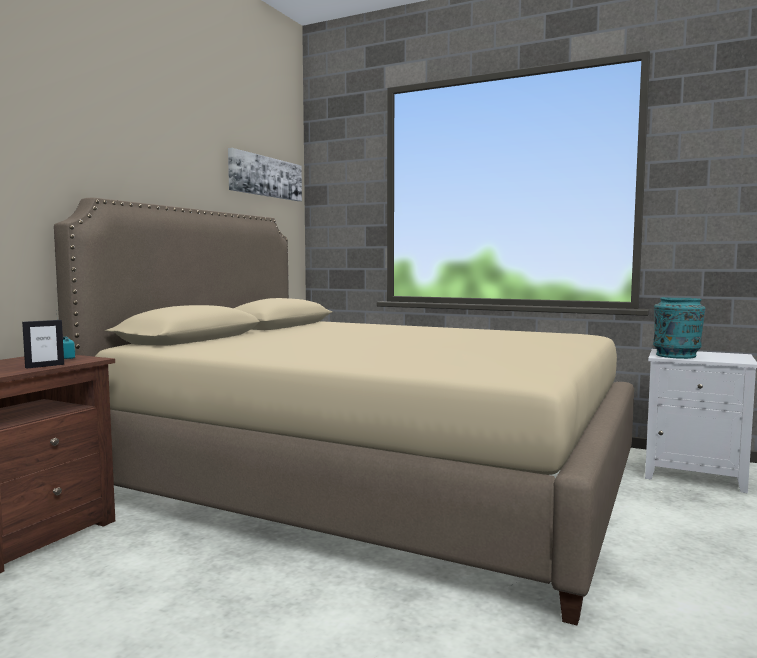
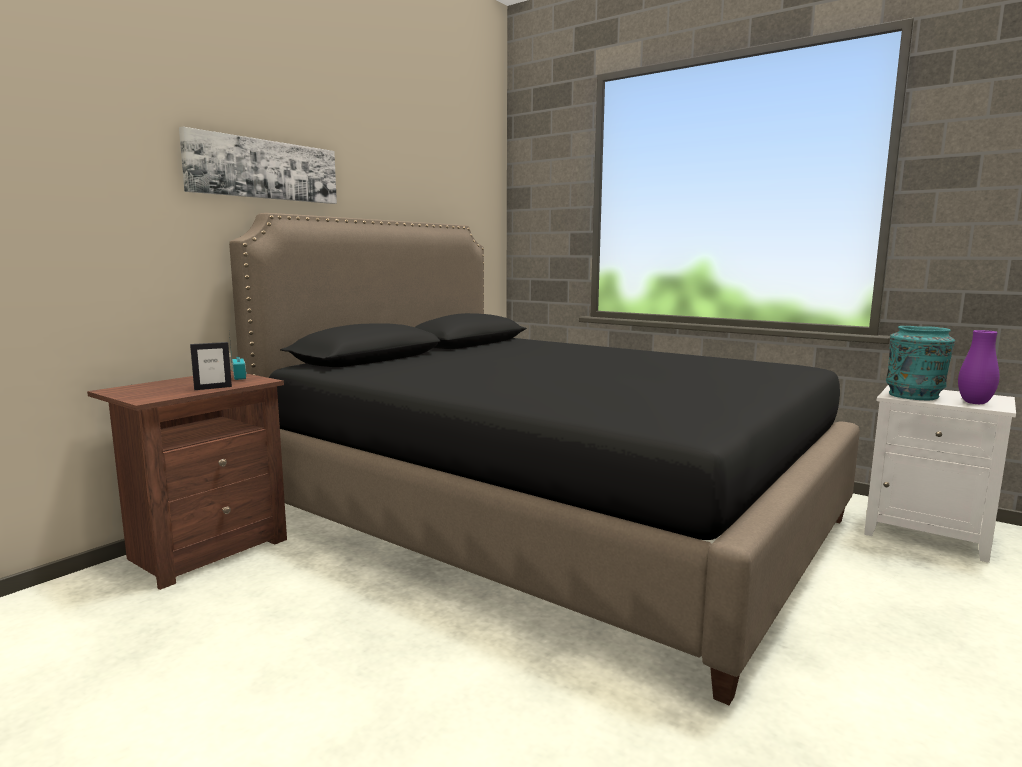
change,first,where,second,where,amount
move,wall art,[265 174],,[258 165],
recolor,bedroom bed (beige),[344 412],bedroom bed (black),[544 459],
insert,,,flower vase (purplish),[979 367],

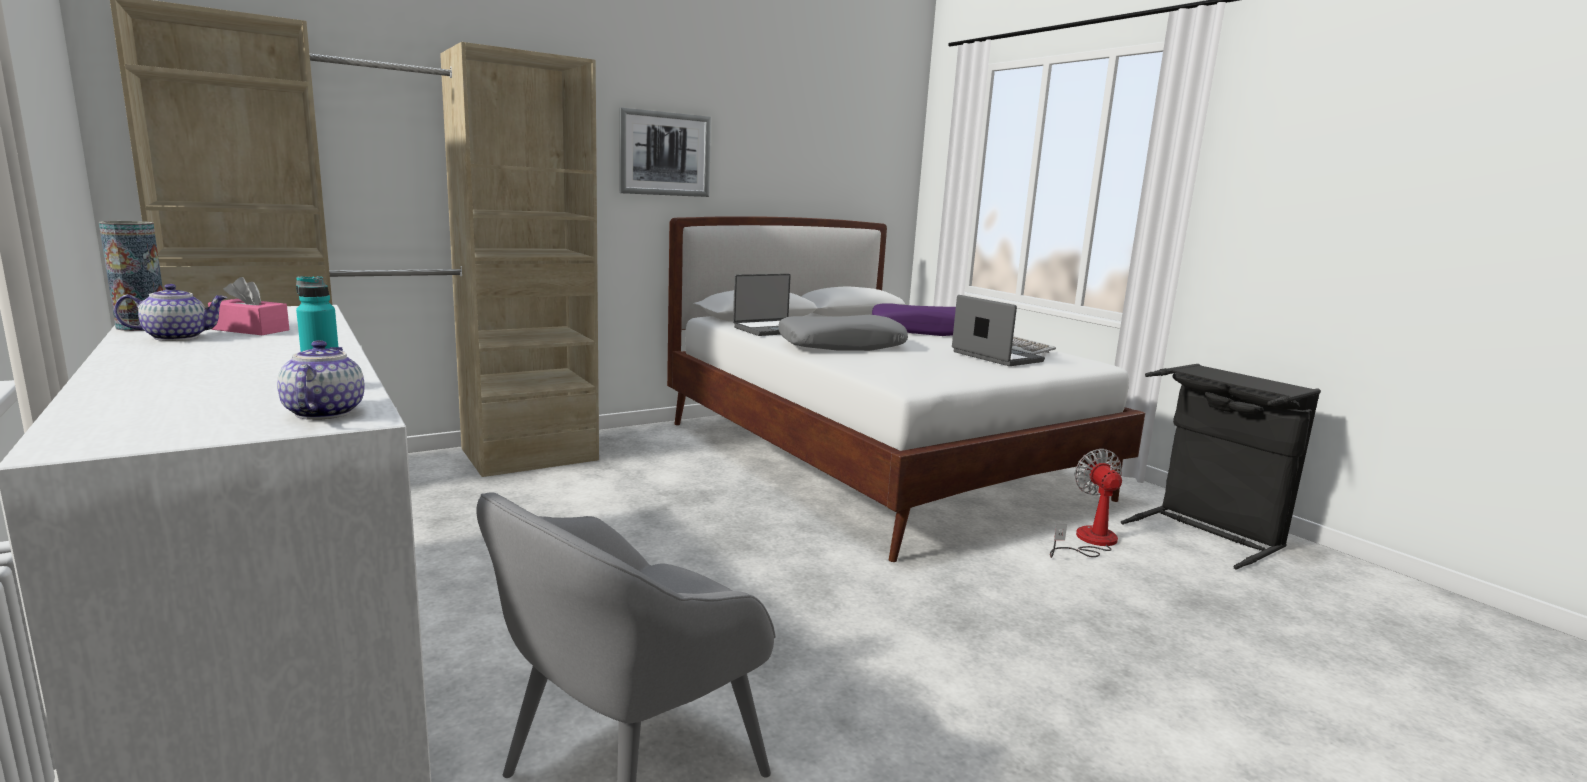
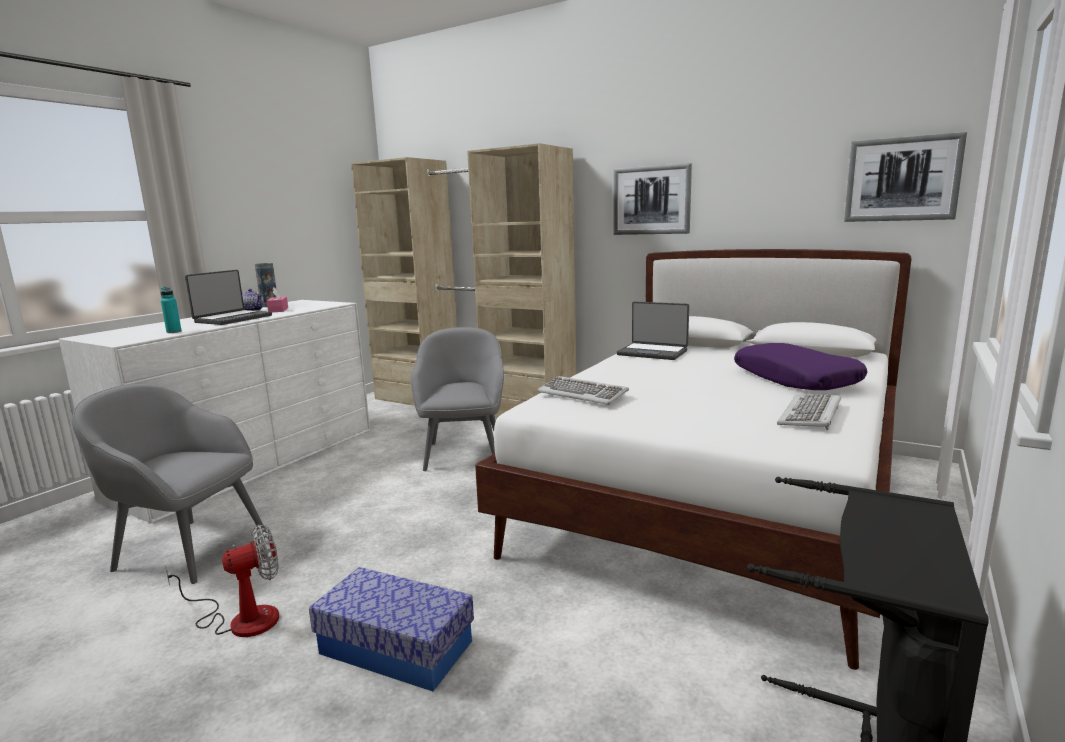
change,first,where,second,where,amount
move,electric fan,[1086 503],,[222 580],
move,laptop,[998 330],,[228 297],
insert,,,storage box,[391 629],
insert,,,easy chair (grey),[457 399],
insert,,,keyboard,[583 390],
insert,,,wall art,[905 177],
delete,tea pot,[321 380],,,
delete,throw pillow (grey),[843 333],,,

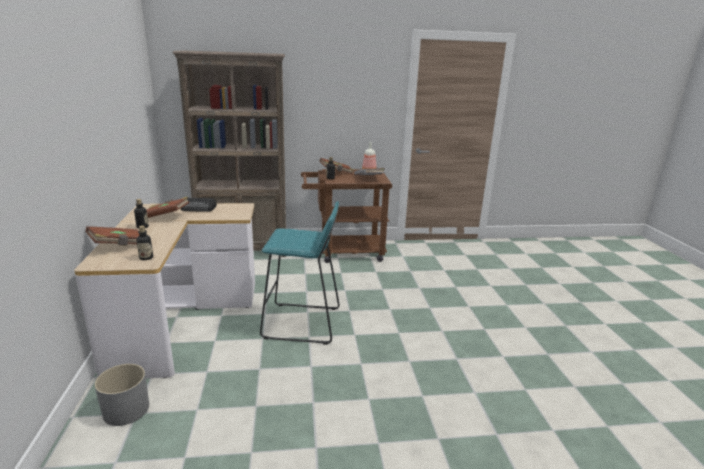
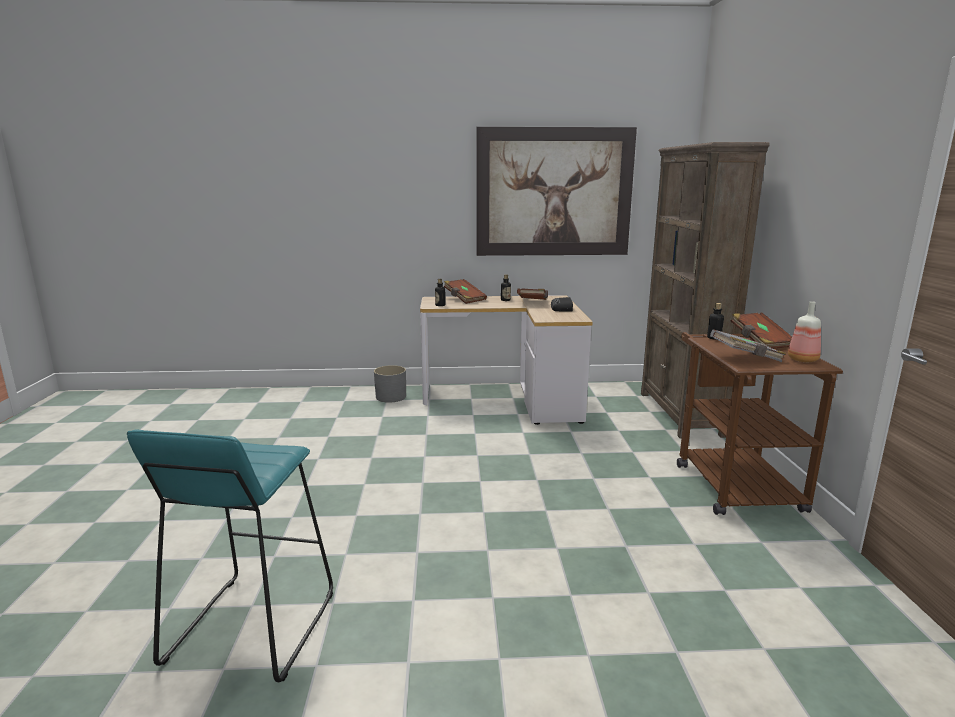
change,first,where,second,where,amount
move,stool seat (turquoise-coloured),[299 273],,[230 555],
insert,,,wall art,[556 191],

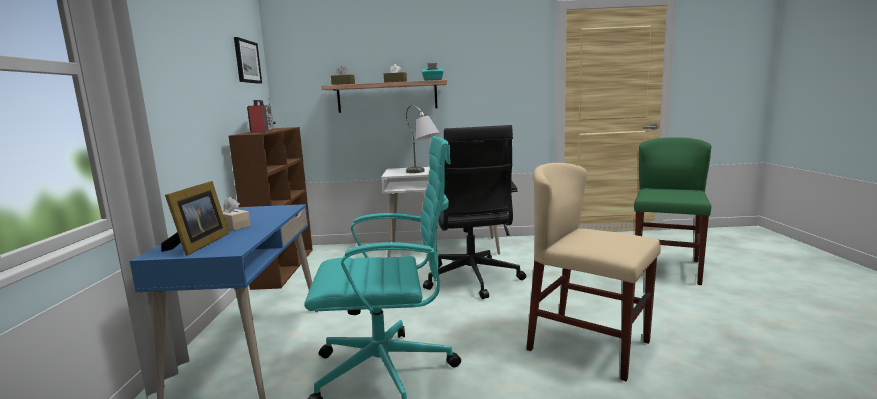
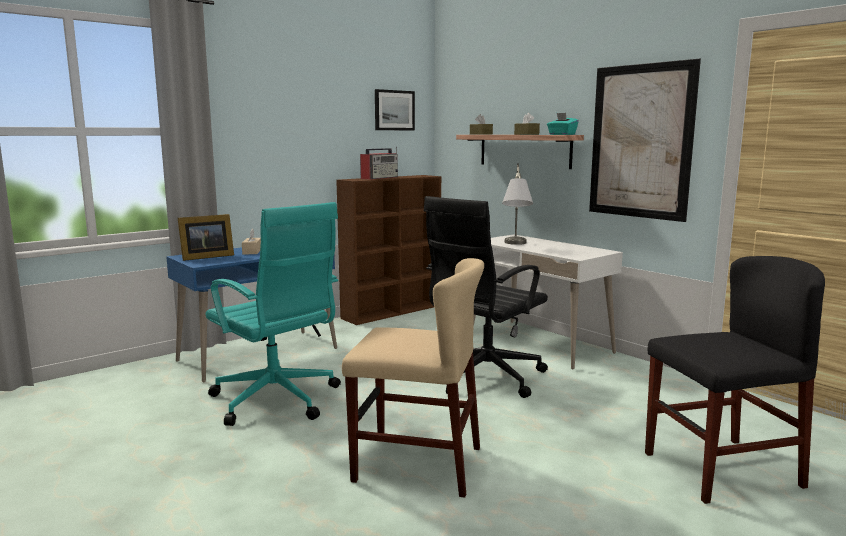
change,first,where,second,where,amount
rotate,upright chair (beige),[593 272],,[413 378],105 degrees clockwise
insert,,,wall art,[645 140],
recolor,upright chair (green-coloured),[672 211],upright chair (black),[735 380],

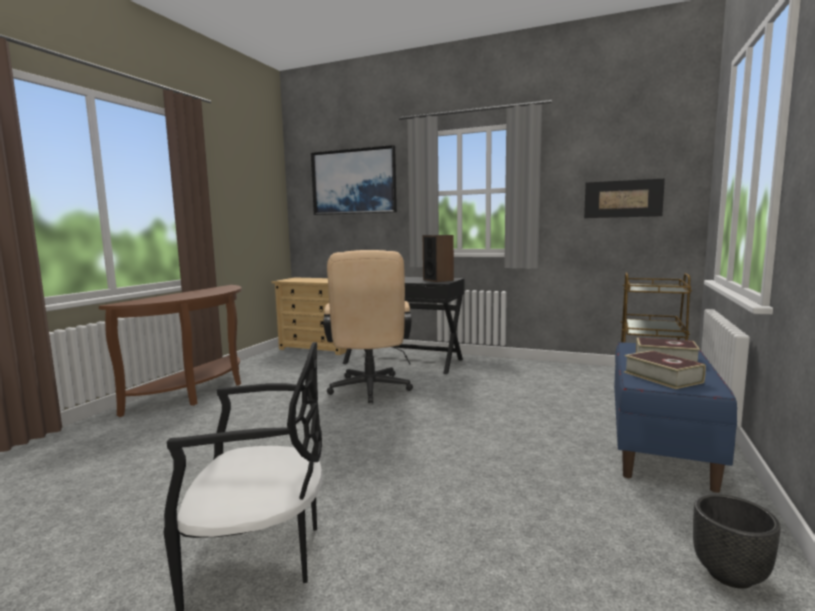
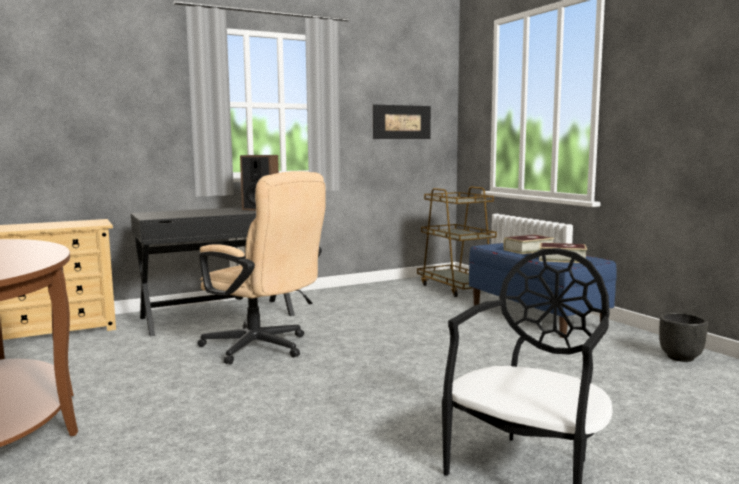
change,first,where,second,where,amount
delete,wall art,[354 180],,,

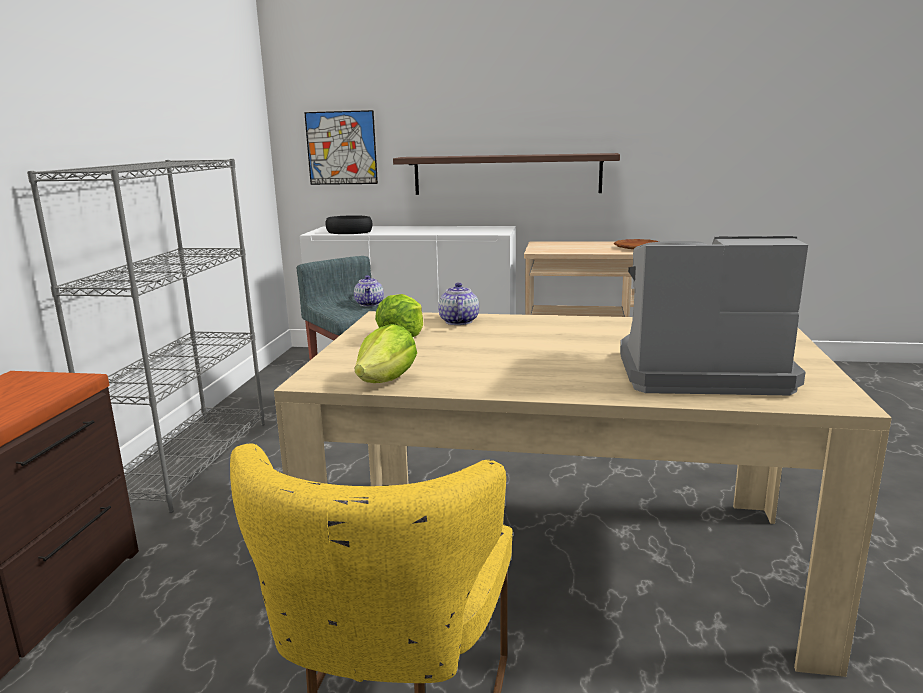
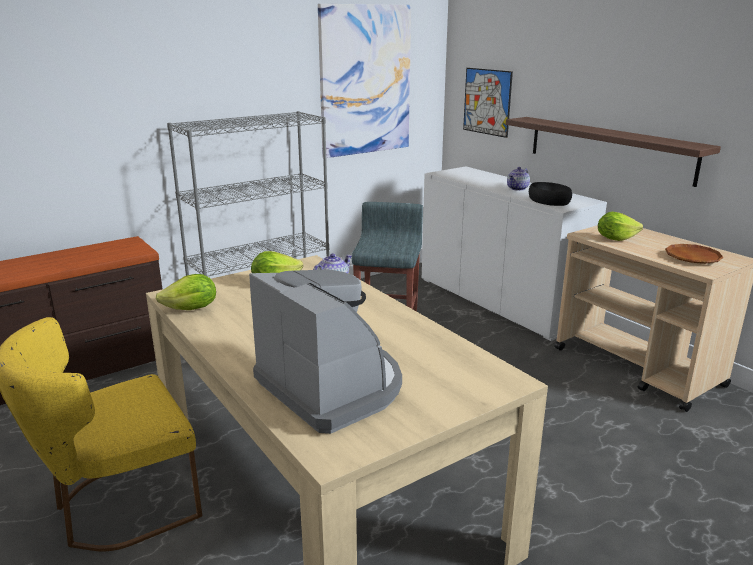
change,first,where,second,where,amount
insert,,,wall art,[364 81],
move,tea pot,[369 290],,[518 179],
move,serving bowl (black),[349 224],,[550 194],
insert,,,lettuce,[620 226],

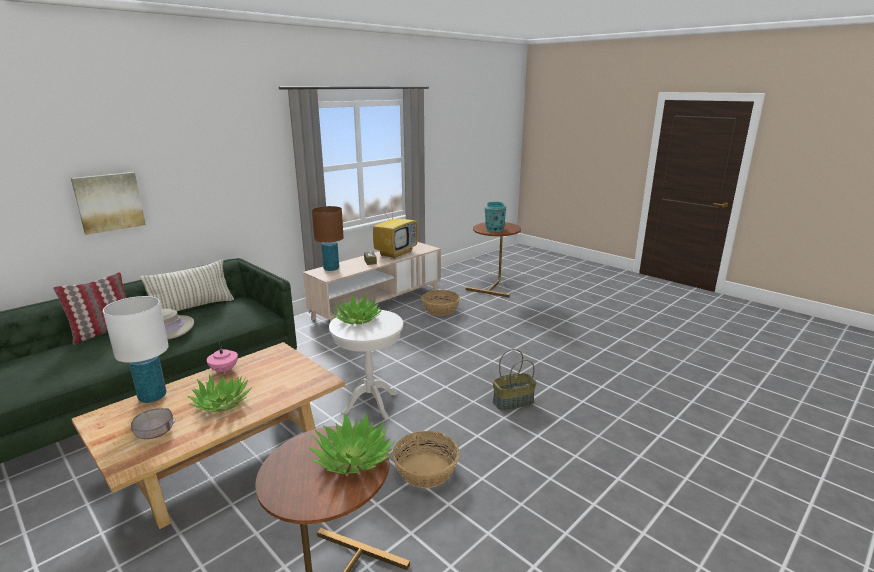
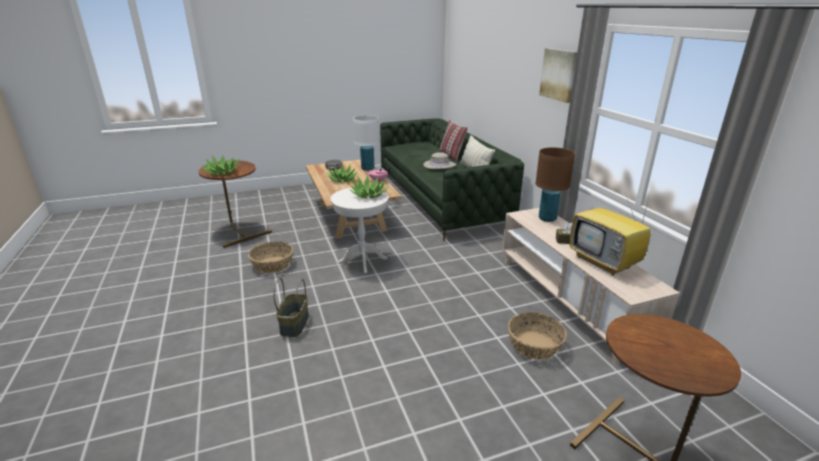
change,first,where,second,where,amount
move,wall art,[108 203],,[558 75],
delete,flower vase (turquoise-coloured),[495 217],,,

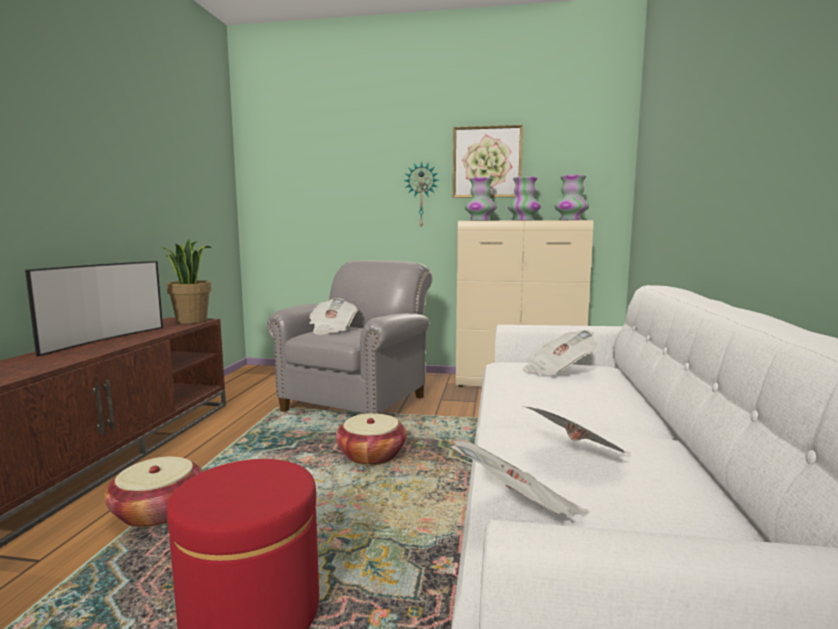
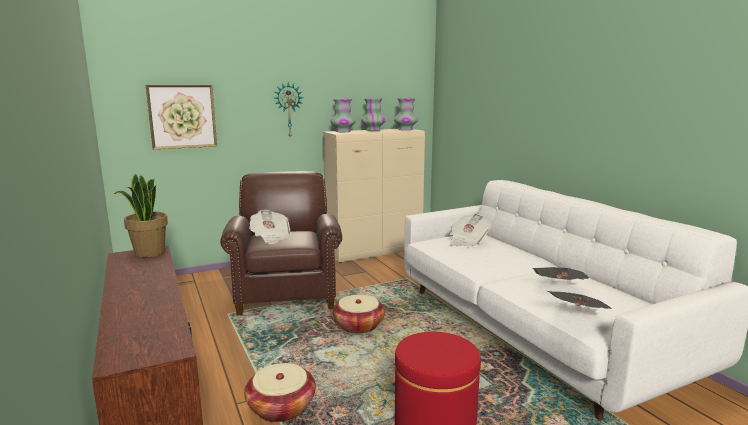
change,first,where,second,where,amount
move,wall art,[488 161],,[181 117],
recolor,easy chair (grey),[349 337],easy chair (brownish),[281 243],
delete,TV,[94 308],,,

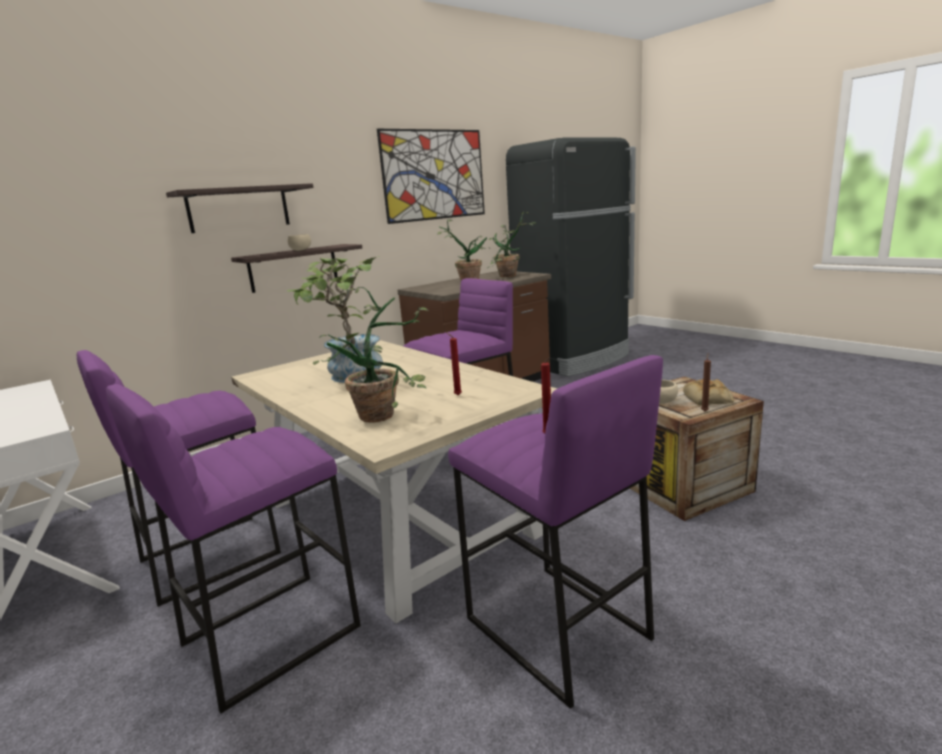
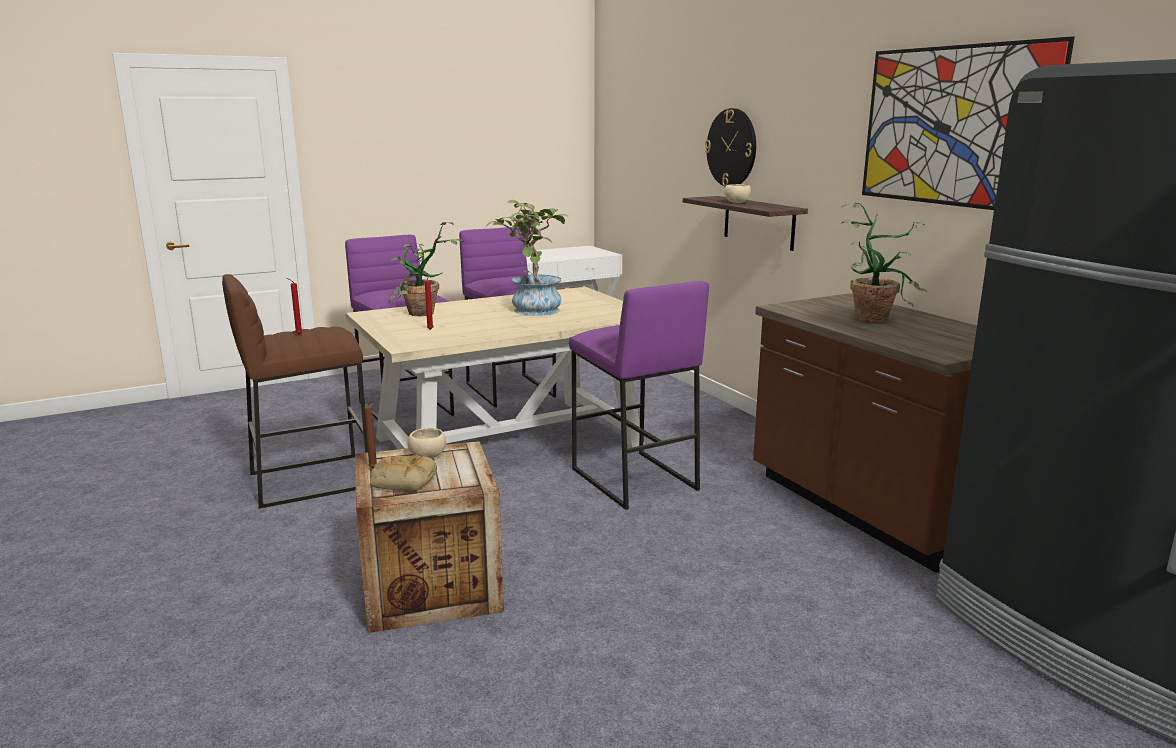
change,first,where,second,where,amount
recolor,stool seat (purplish),[555 532],stool seat (brownish),[295 391],
replace,wall shelf,[239 208],hanging clock,[730 147],
delete,potted plant,[512 244],,,

